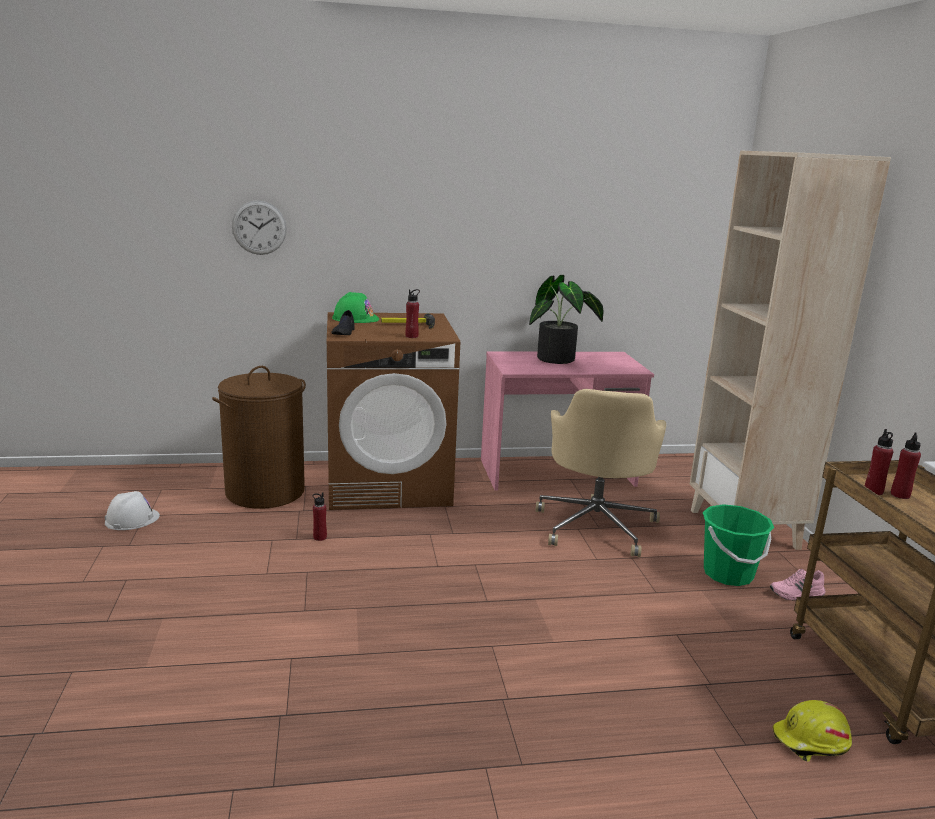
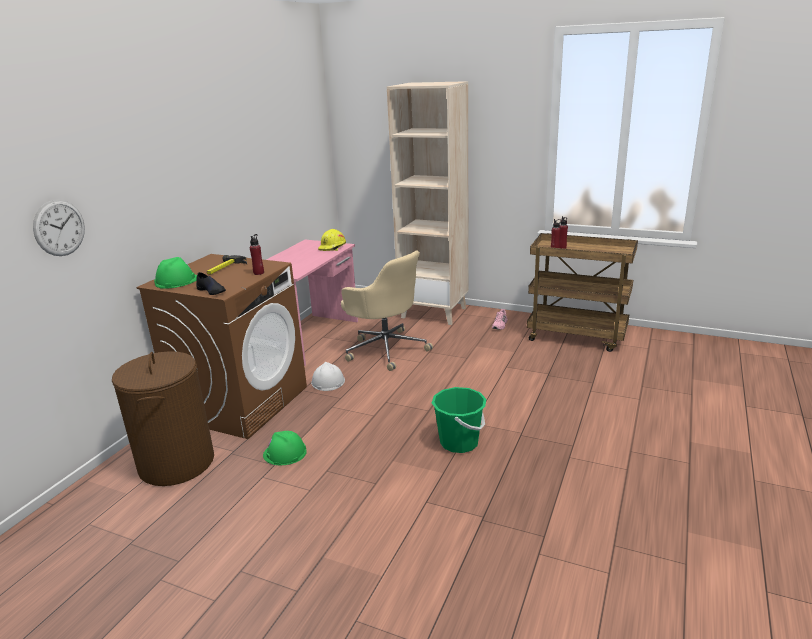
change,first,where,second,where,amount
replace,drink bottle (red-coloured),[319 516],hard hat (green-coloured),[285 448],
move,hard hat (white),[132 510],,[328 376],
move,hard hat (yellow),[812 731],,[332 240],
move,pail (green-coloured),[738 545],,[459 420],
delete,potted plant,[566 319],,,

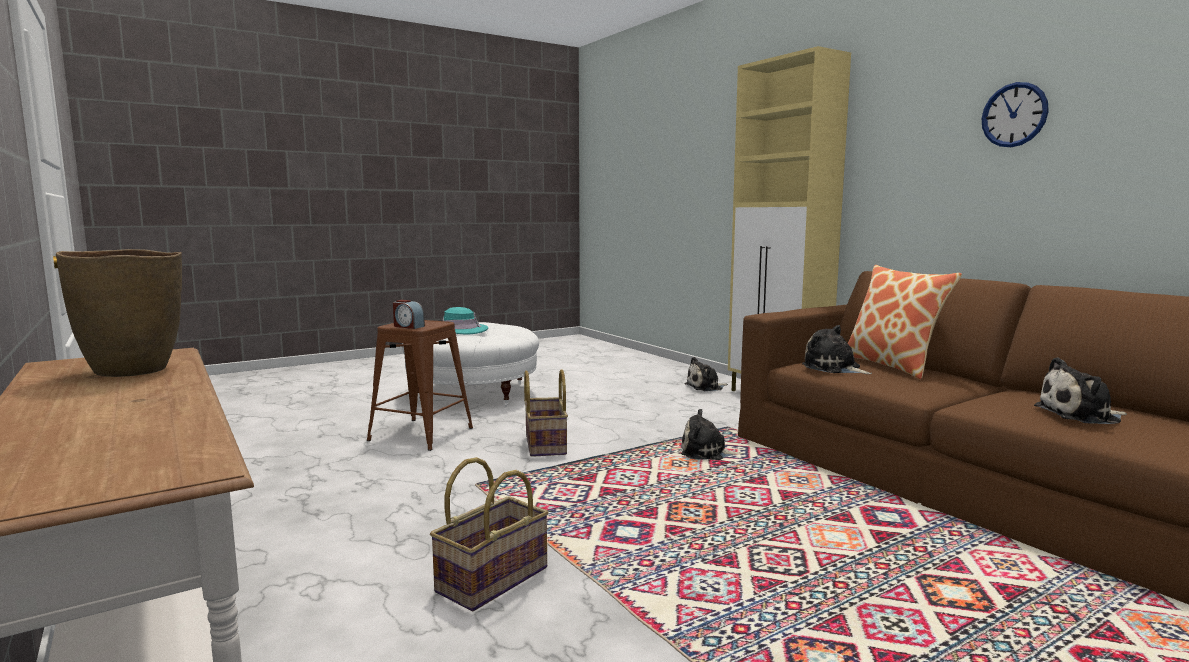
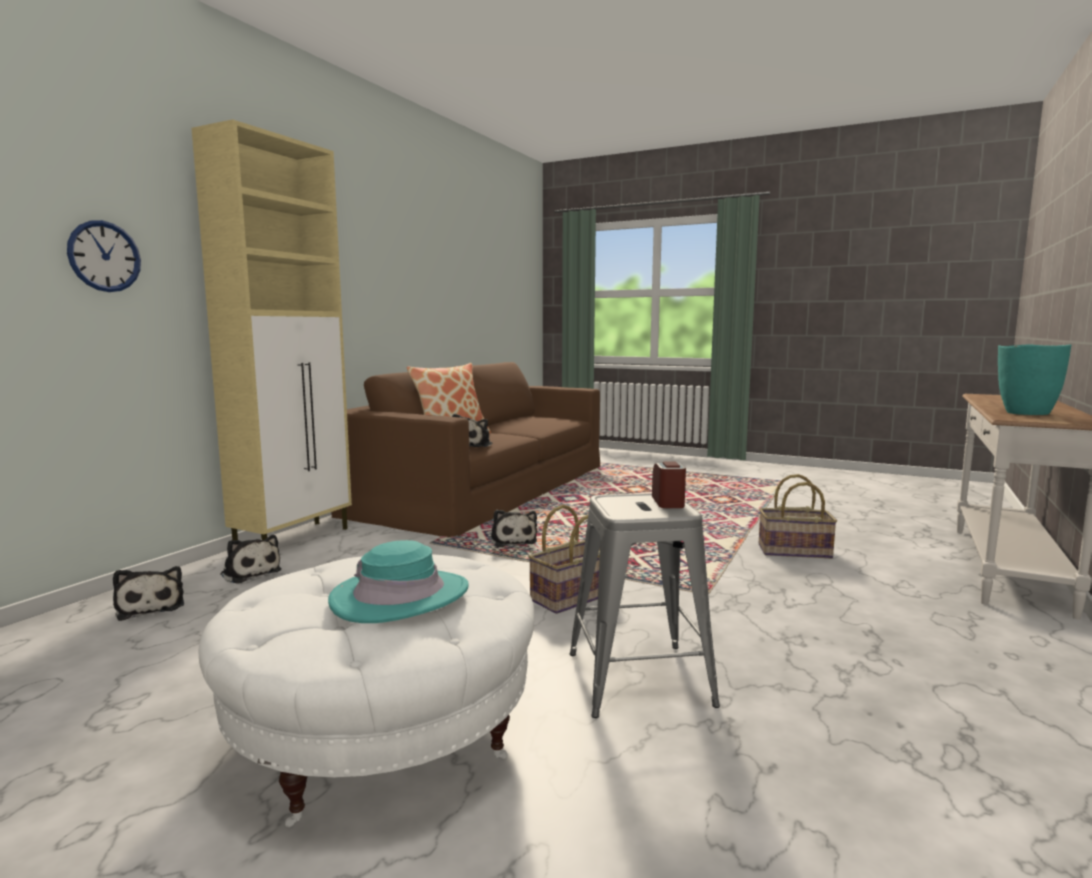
change,first,where,second,where,amount
move,hanging clock,[1015 114],,[104 256],
move,plush toy,[1080 390],,[148 593],
recolor,stool seat (brownish),[420 385],stool seat (grey),[645 605],
recolor,flower vase (brownish),[119 313],flower vase (turquoise-coloured),[1034 379],

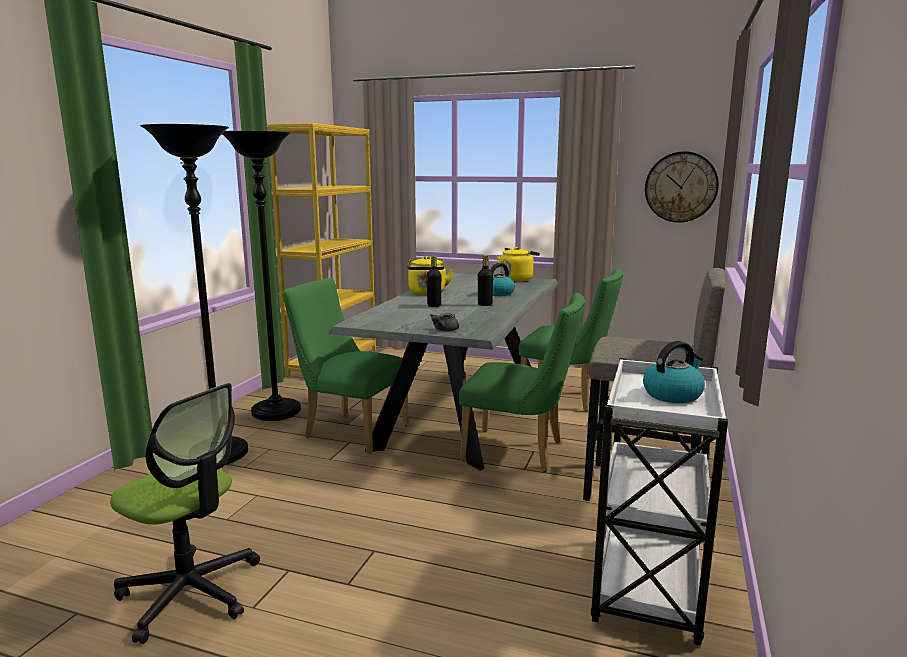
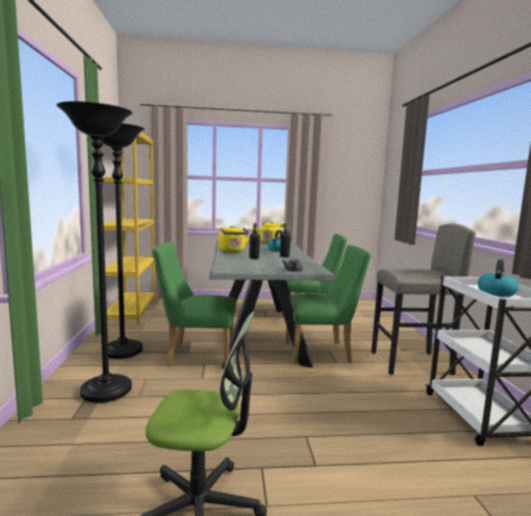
change,first,where,second,where,amount
delete,hanging clock,[682 187],,,

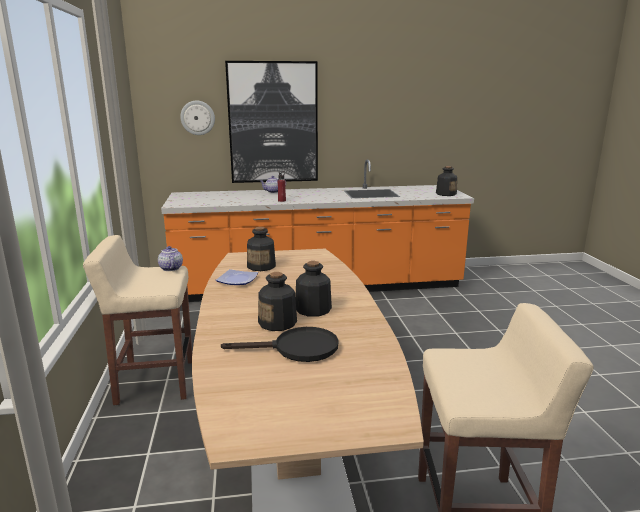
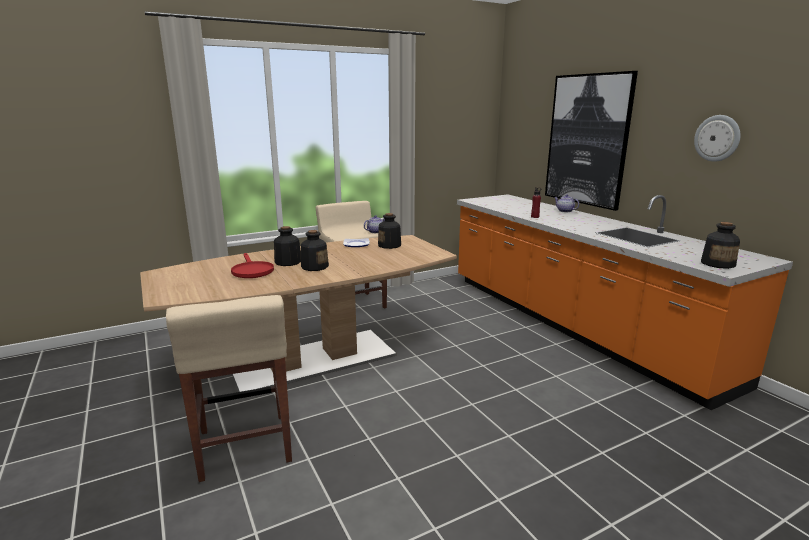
change,first,where,second,where,amount
recolor,skillet (black),[279 344],skillet (red-coloured),[252 265],
move,hanging clock,[197 117],,[717 138],

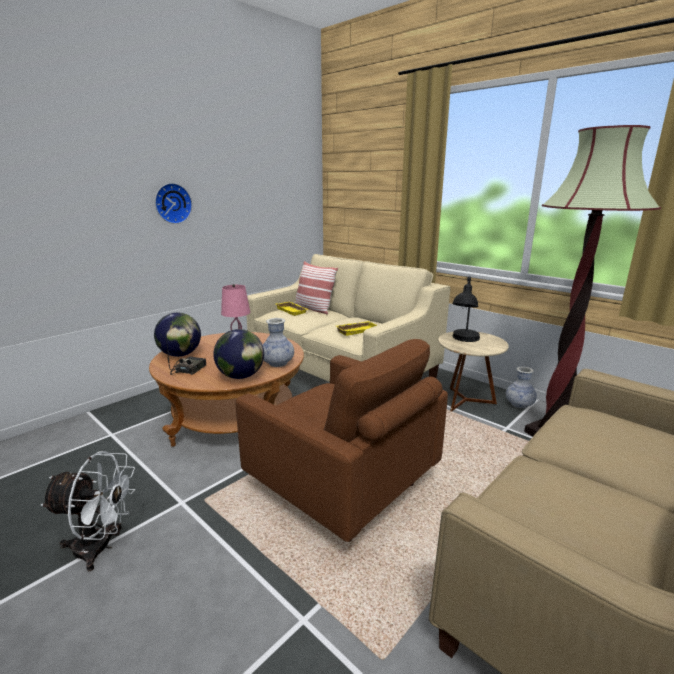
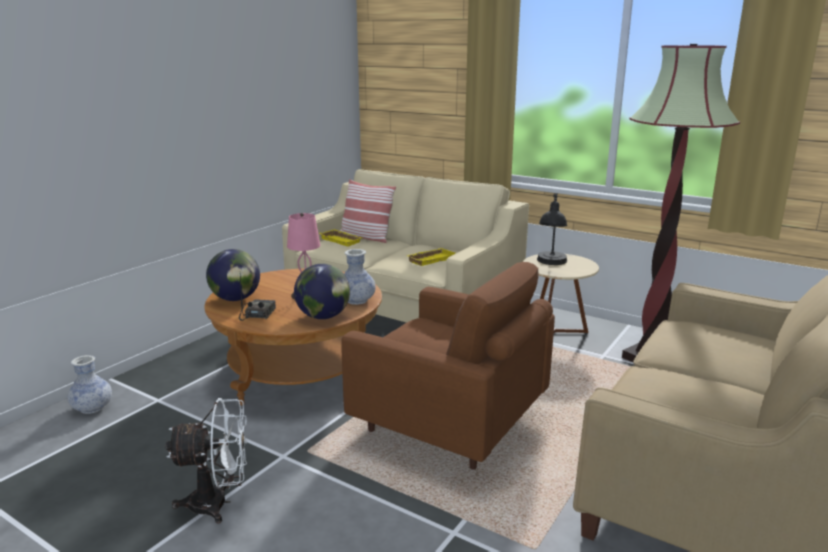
change,first,where,second,where,amount
move,flower vase,[521 387],,[89 384],
delete,hanging clock,[173 203],,,

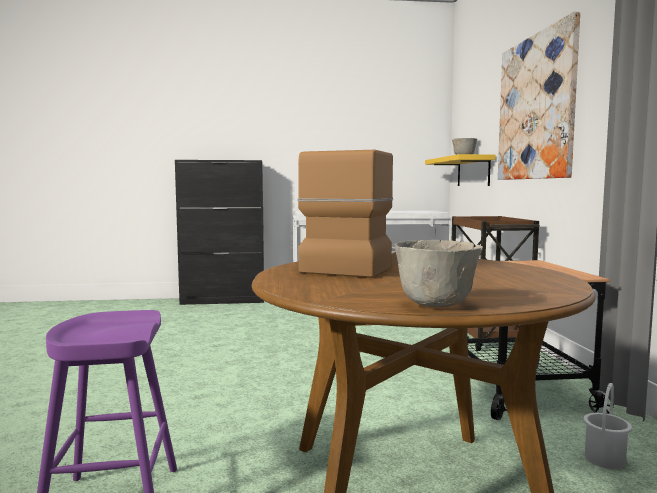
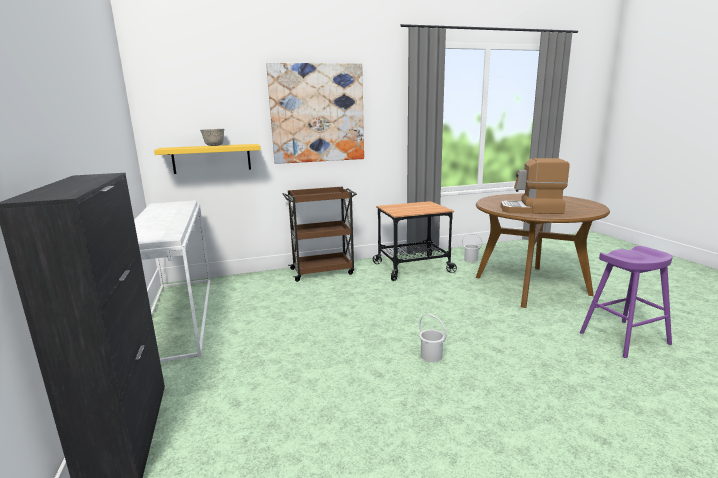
change,first,where,second,where,amount
insert,,,pail (white),[432 338],
delete,serving bowl (grey),[439 273],,,

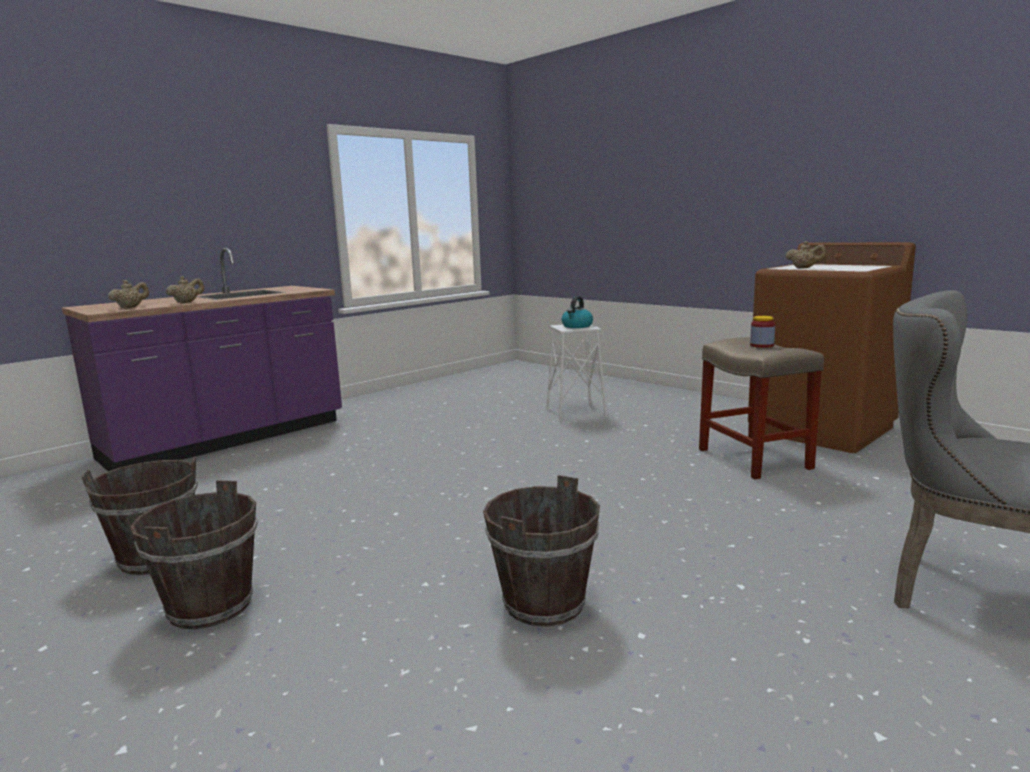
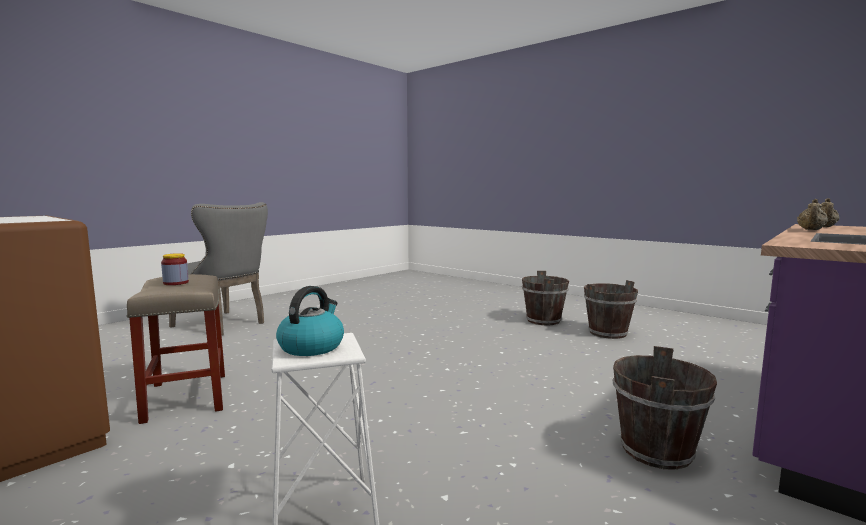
change,first,where,second,where,amount
move,pail (brownish),[541 551],,[664 408],
delete,tea pot (beige),[806 255],,,

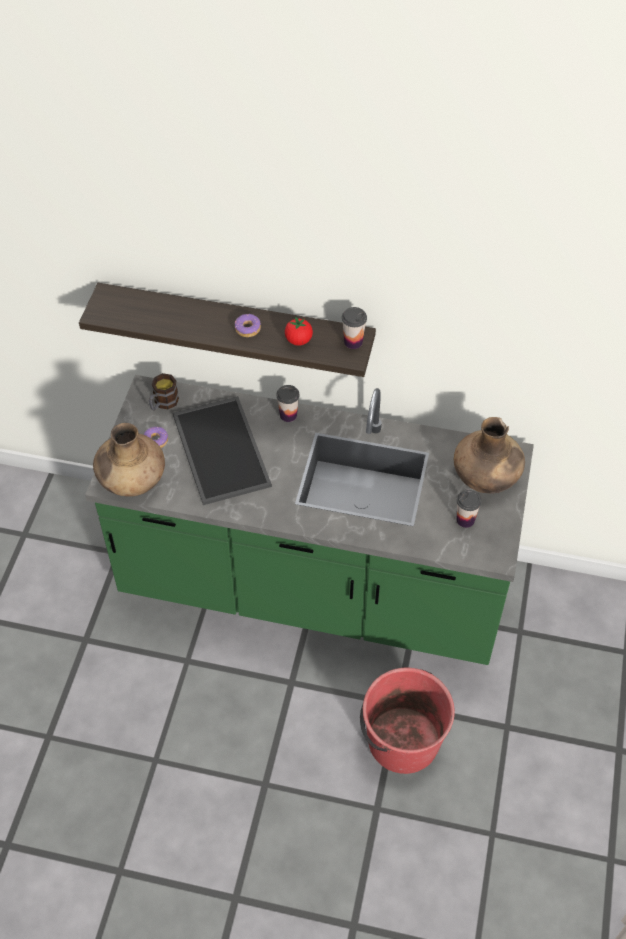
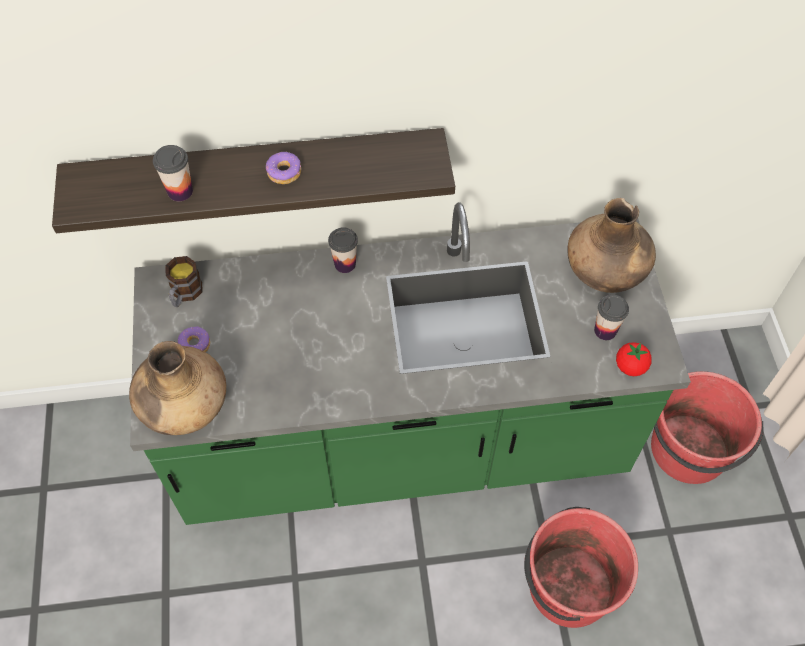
change,first,where,second,where,amount
move,drinking cup,[354 328],,[173 173],
move,whole tomato,[299 331],,[634 359],
insert,,,pail (red-coloured),[707 427],
delete,carrying tray,[222 450],,,

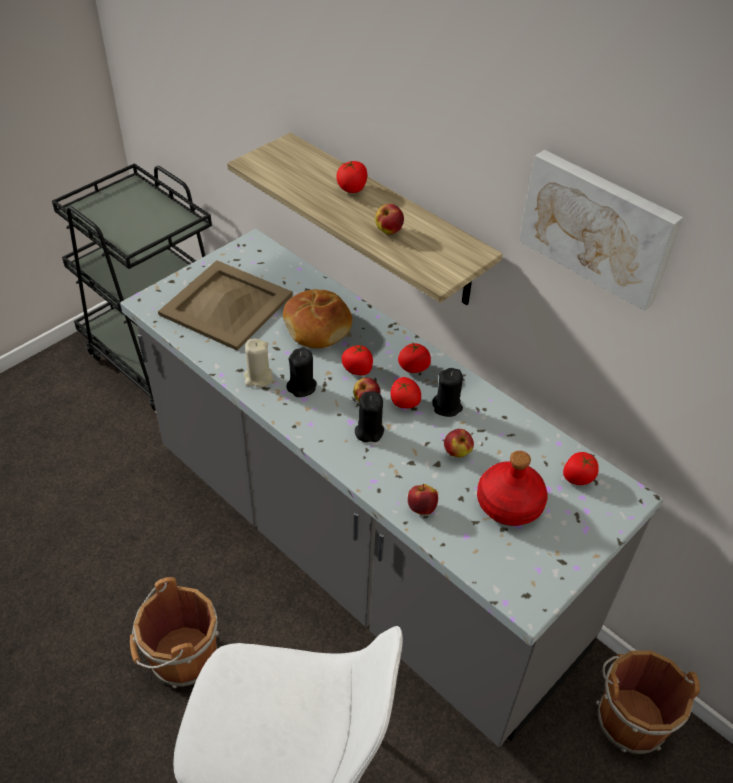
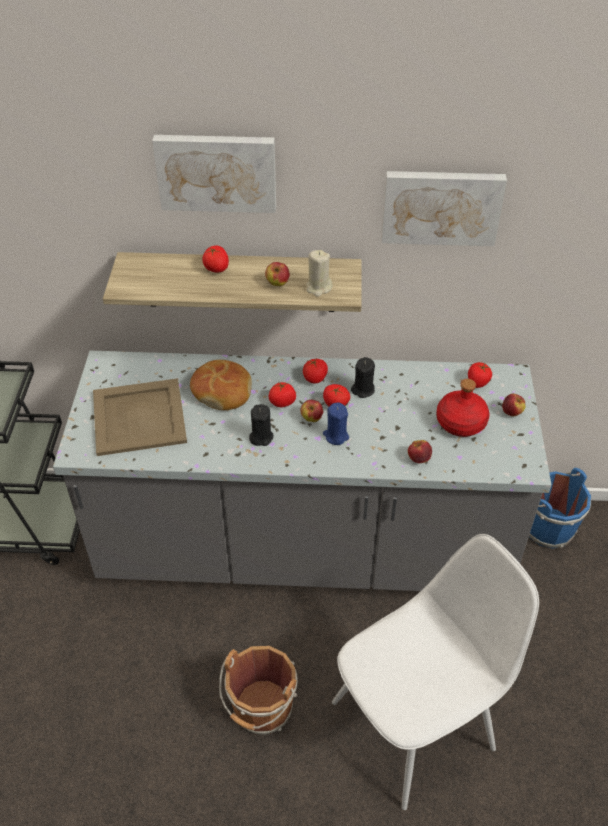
change,first,where,second,where,amount
insert,,,wall art,[214 174],
move,candle (beige),[258 363],,[319 273],
recolor,candle (black),[369 416],candle (blue-coloured),[336 424],
move,apple,[459 443],,[514 405],
recolor,pail (brownish),[648 702],pail (blue-coloured),[560 508],

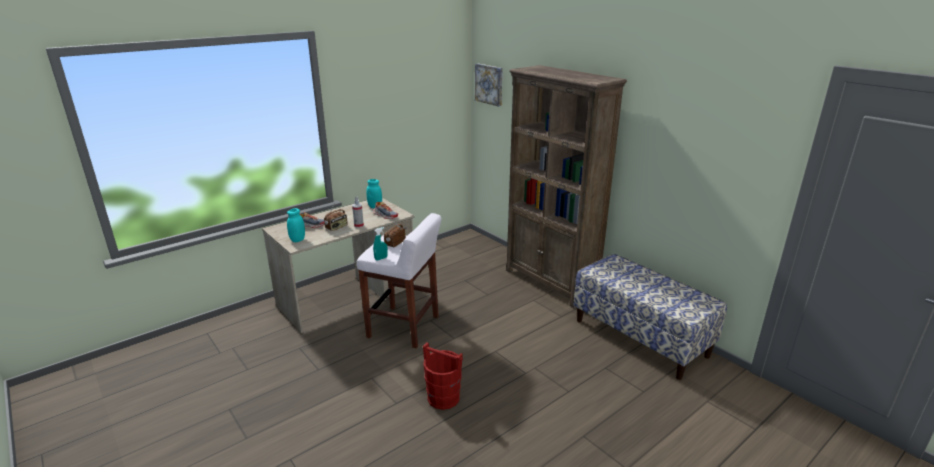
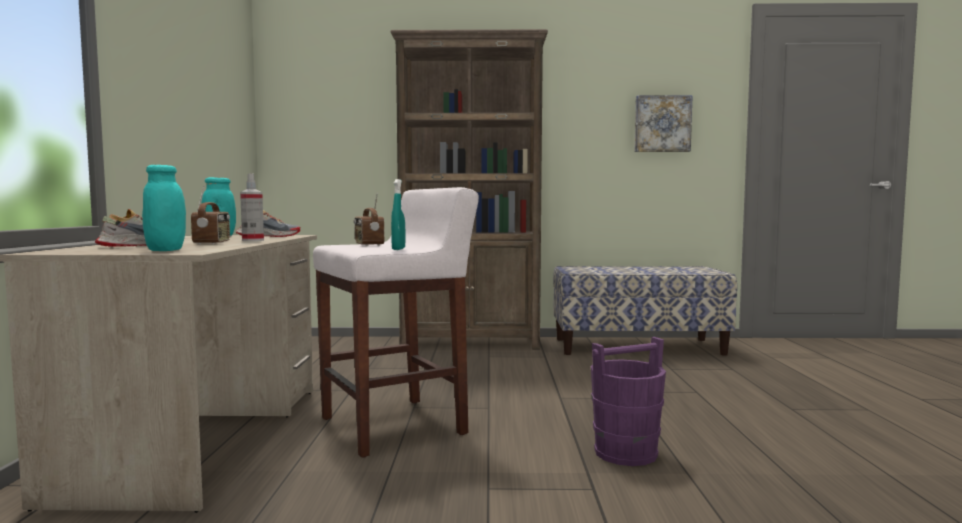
change,first,where,second,where,amount
recolor,pail (red-coloured),[443 376],pail (purplish),[628 401],
move,wall art,[489 85],,[663 123],

